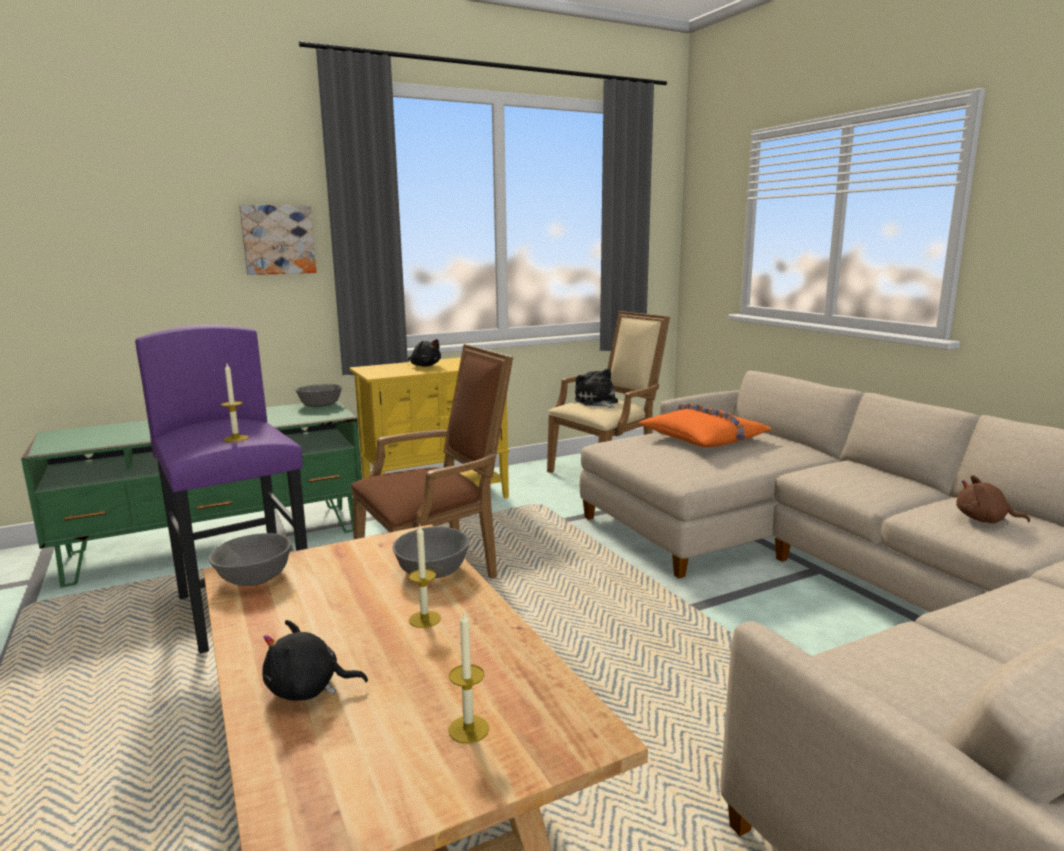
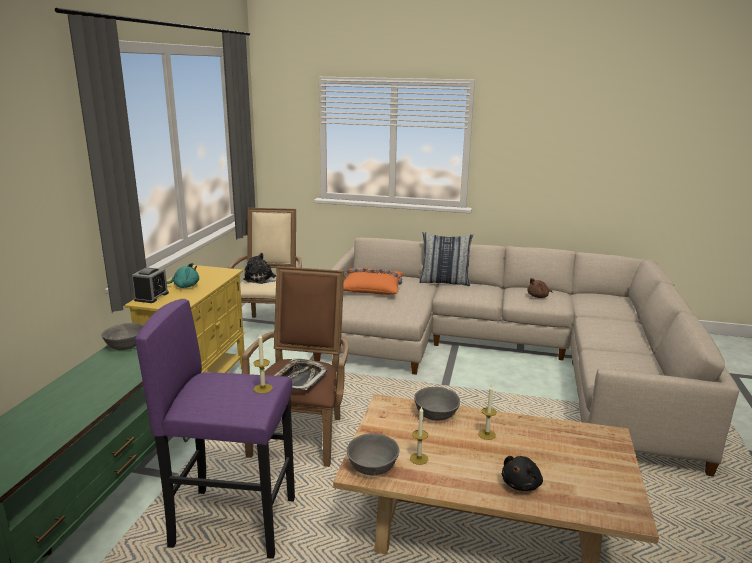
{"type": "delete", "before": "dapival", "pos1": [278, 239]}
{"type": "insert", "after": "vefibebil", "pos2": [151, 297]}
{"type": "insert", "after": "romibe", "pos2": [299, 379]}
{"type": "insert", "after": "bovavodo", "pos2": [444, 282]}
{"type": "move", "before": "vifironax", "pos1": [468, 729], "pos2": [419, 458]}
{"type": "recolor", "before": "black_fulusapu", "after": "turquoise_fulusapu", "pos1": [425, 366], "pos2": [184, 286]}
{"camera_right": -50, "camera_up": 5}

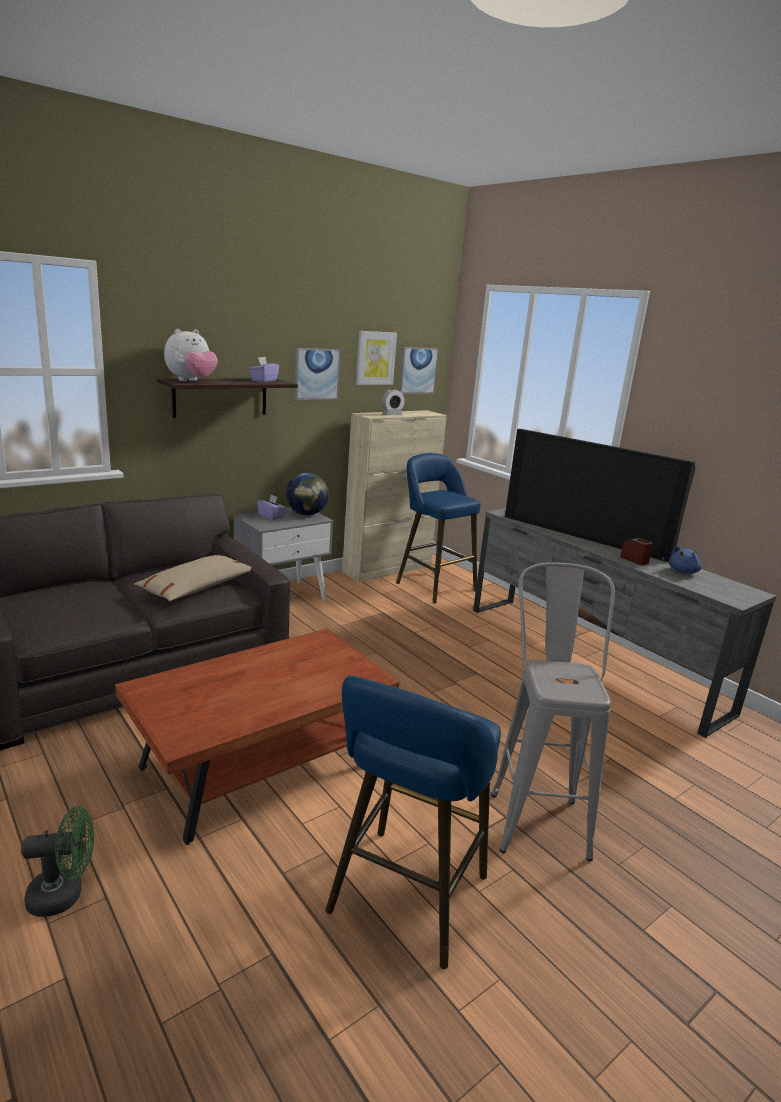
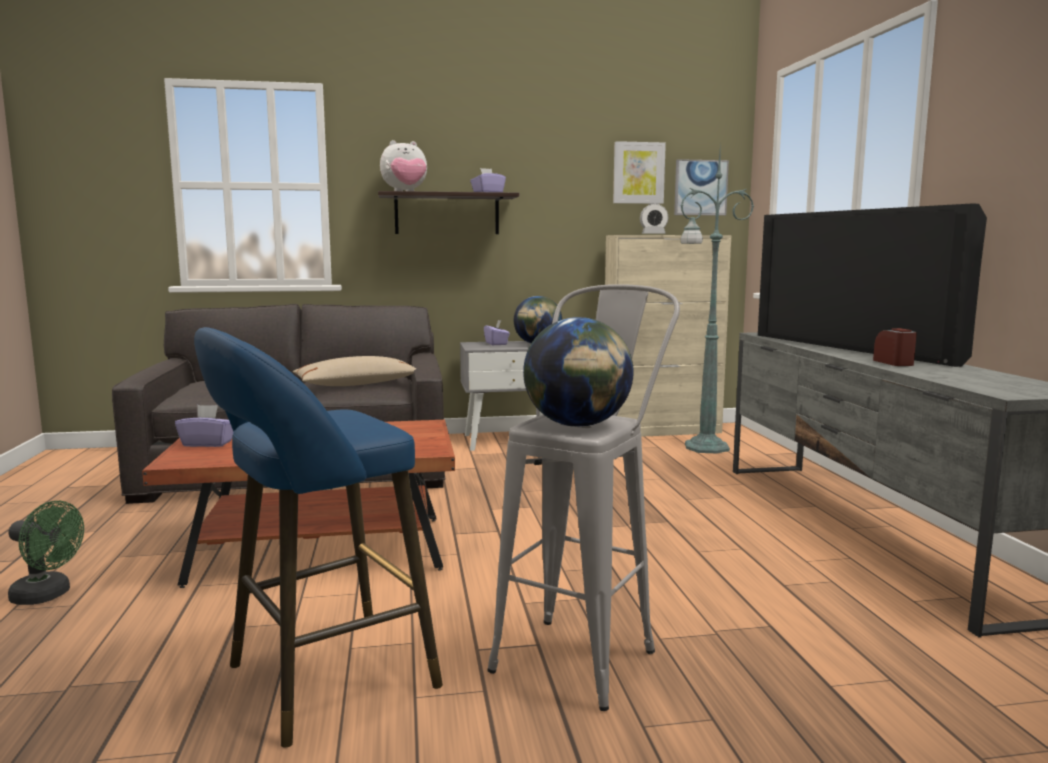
{"type": "delete", "before": "dapival", "pos1": [316, 374]}
{"type": "delete", "before": "blue_fulusapu", "pos1": [683, 571]}
{"type": "insert", "after": "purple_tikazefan", "pos2": [207, 443]}
{"type": "insert", "after": "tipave", "pos2": [578, 425]}
{"type": "replace", "before": "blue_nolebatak", "after": "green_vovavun", "pos1": [433, 585], "pos2": [704, 447]}
{"camera_right": 30, "camera_up": -10}

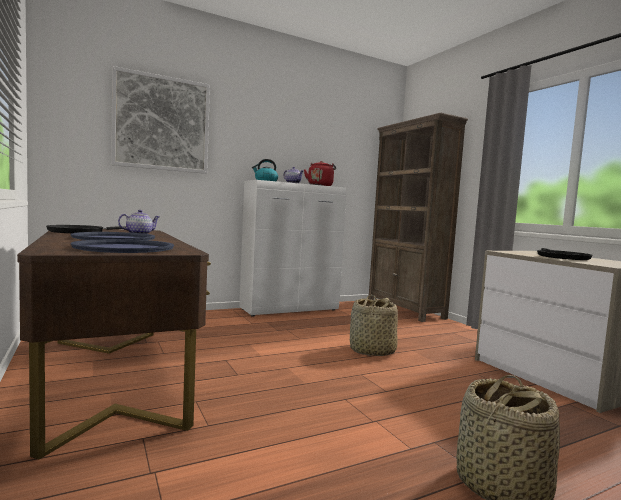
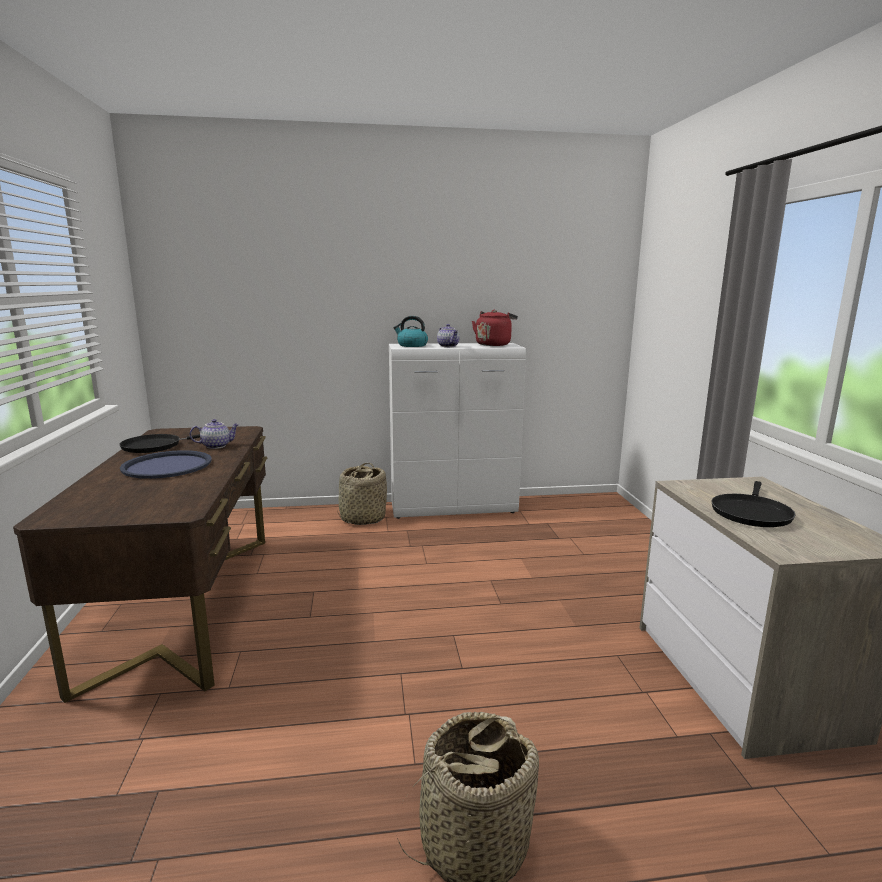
{"type": "delete", "before": "blue_romibe", "pos1": [124, 248]}
{"type": "delete", "before": "dapival", "pos1": [162, 123]}
{"type": "delete", "before": "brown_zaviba", "pos1": [405, 310]}
{"type": "move", "before": "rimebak", "pos1": [371, 351], "pos2": [362, 518]}
{"camera_right": 20, "camera_up": 10}

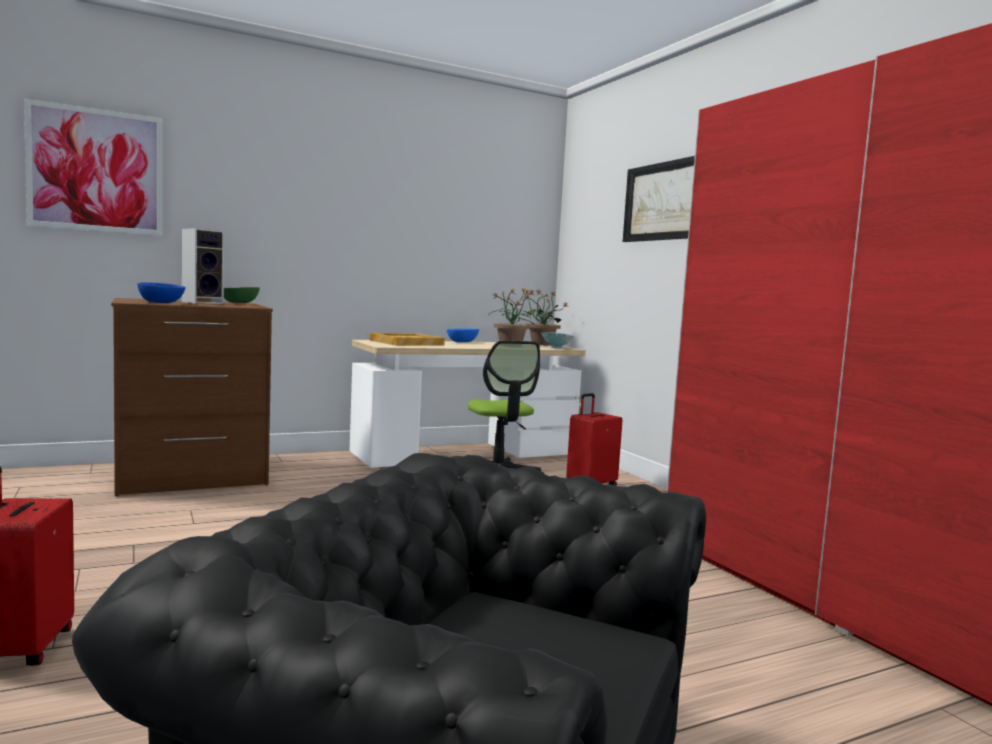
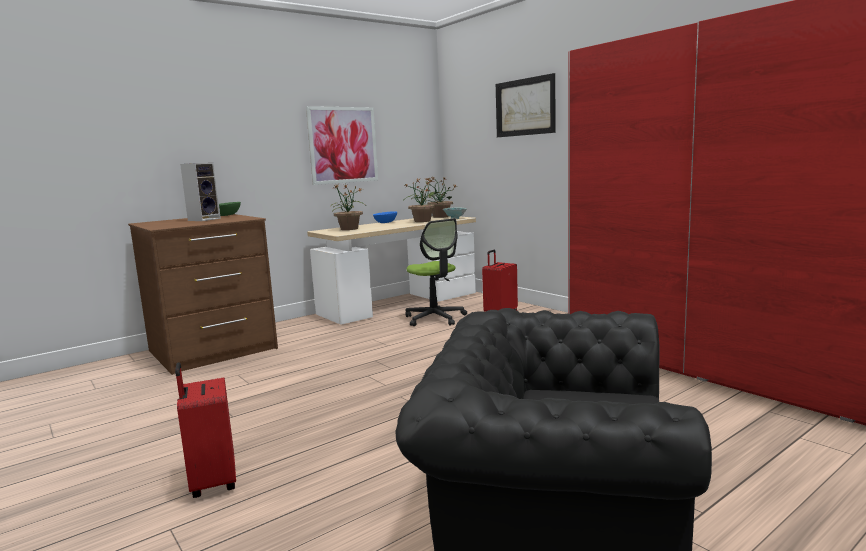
{"type": "delete", "before": "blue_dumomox", "pos1": [160, 302]}
{"type": "move", "before": "dapival", "pos1": [96, 170], "pos2": [343, 145]}
{"type": "replace", "before": "beige_romibe", "after": "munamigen", "pos1": [406, 342], "pos2": [349, 229]}
{"camera_right": -10, "camera_up": 5}

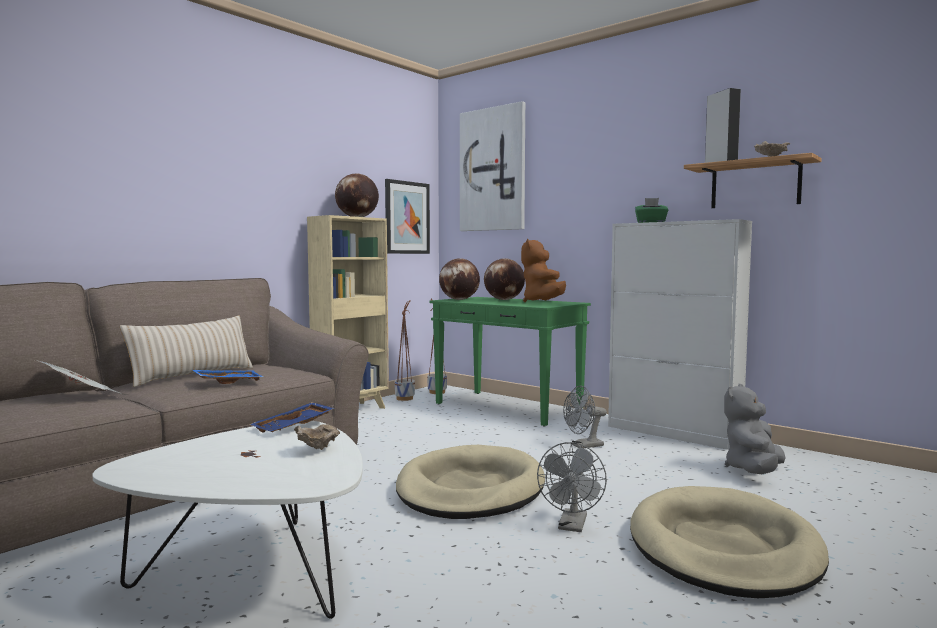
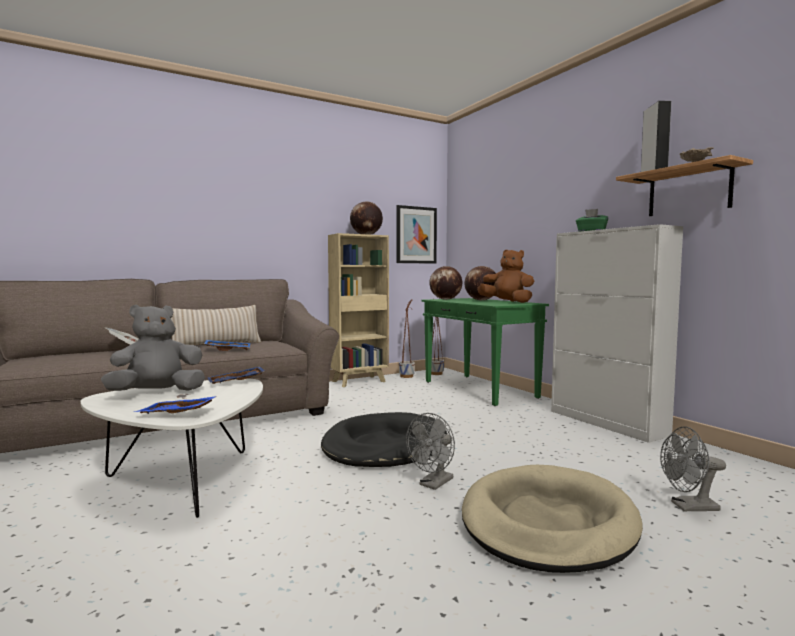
{"type": "delete", "before": "beige_dumomox", "pos1": [318, 450]}
{"type": "delete", "before": "dapival", "pos1": [493, 169]}
{"type": "insert", "after": "blue_romibe", "pos2": [176, 414]}
{"type": "move", "before": "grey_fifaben", "pos1": [583, 446], "pos2": [688, 507]}
{"type": "move", "before": "grey_fulusapu", "pos1": [753, 471], "pos2": [157, 393]}
{"type": "recolor", "before": "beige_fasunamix", "after": "black_fasunamix", "pos1": [470, 489], "pos2": [384, 446]}
{"type": "rotate", "before": "brown_fulusapu", "pos1": [542, 302], "pos2": [507, 302], "turn": 105}
{"camera_right": 20, "camera_up": 0}

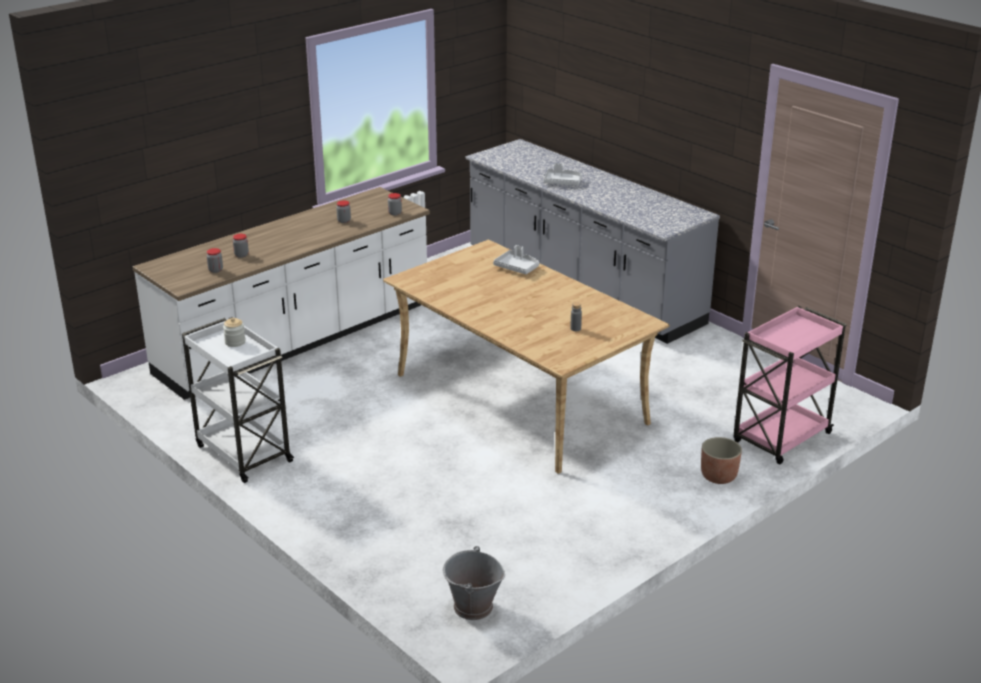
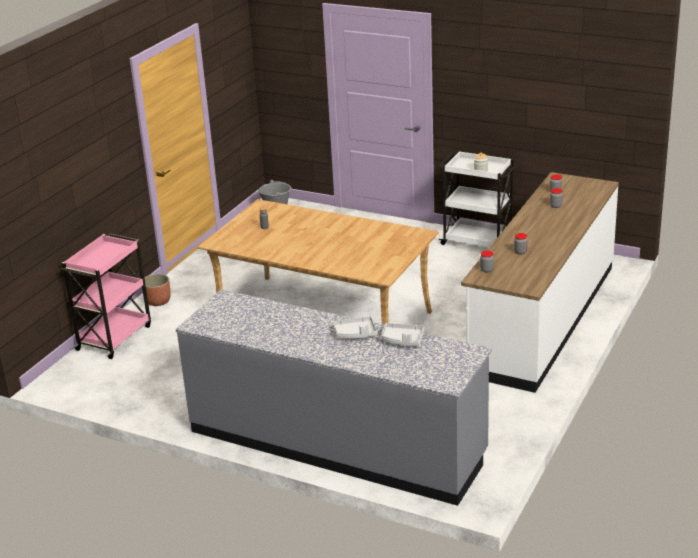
{"type": "move", "before": "grey_romibe", "pos1": [517, 267], "pos2": [402, 340]}
{"camera_right": 160, "camera_up": 0}

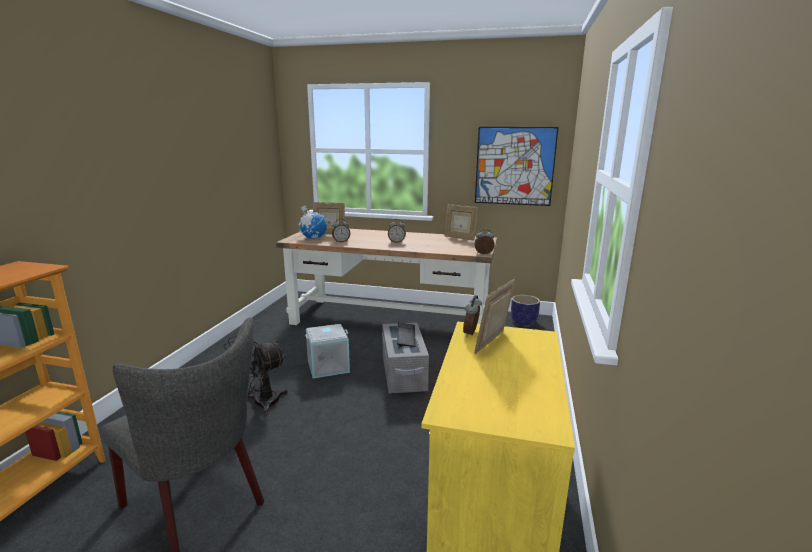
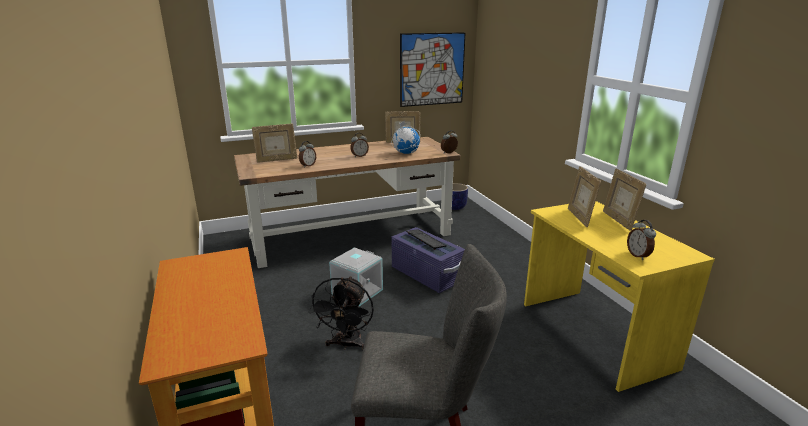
{"type": "insert", "after": "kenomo", "pos2": [618, 221]}
{"type": "move", "before": "tipave", "pos1": [313, 238], "pos2": [405, 153]}
{"type": "move", "before": "vefibebil", "pos1": [472, 333], "pos2": [638, 255]}
{"type": "recolor", "before": "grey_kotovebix", "after": "purple_kotovebix", "pos1": [404, 374], "pos2": [426, 275]}
{"camera_right": -35, "camera_up": 5}

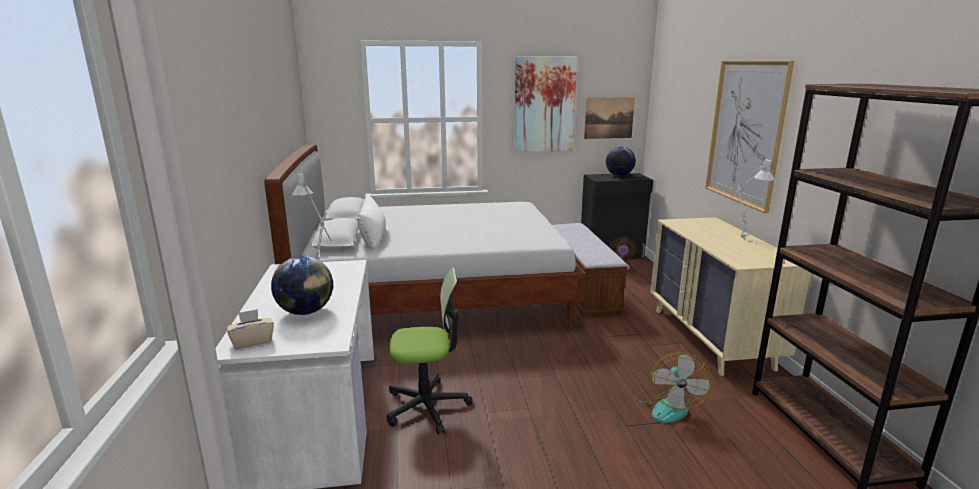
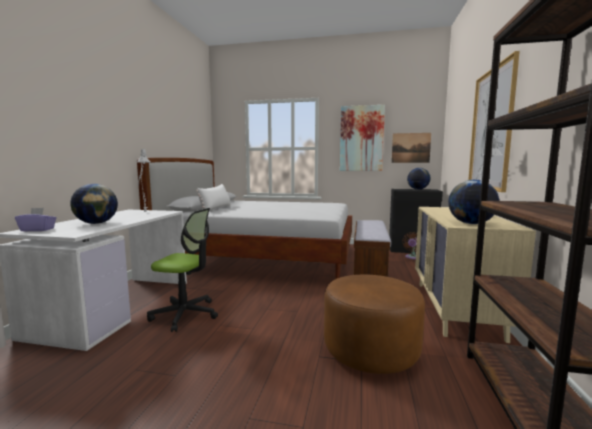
{"type": "insert", "after": "tipave", "pos2": [471, 223]}
{"type": "replace", "before": "fifaben", "after": "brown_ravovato", "pos1": [668, 406], "pos2": [371, 350]}
{"type": "recolor", "before": "beige_tikazefan", "after": "purple_tikazefan", "pos1": [252, 341], "pos2": [38, 230]}
{"camera_right": 20, "camera_up": -10}

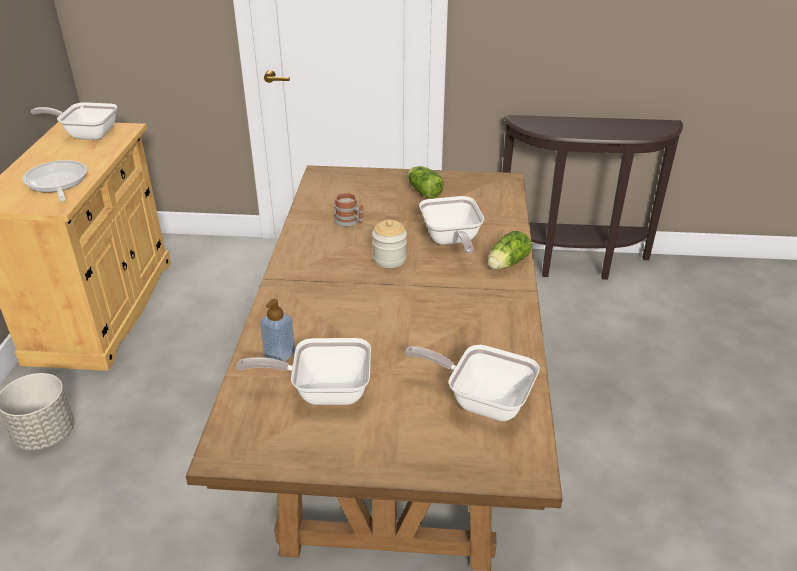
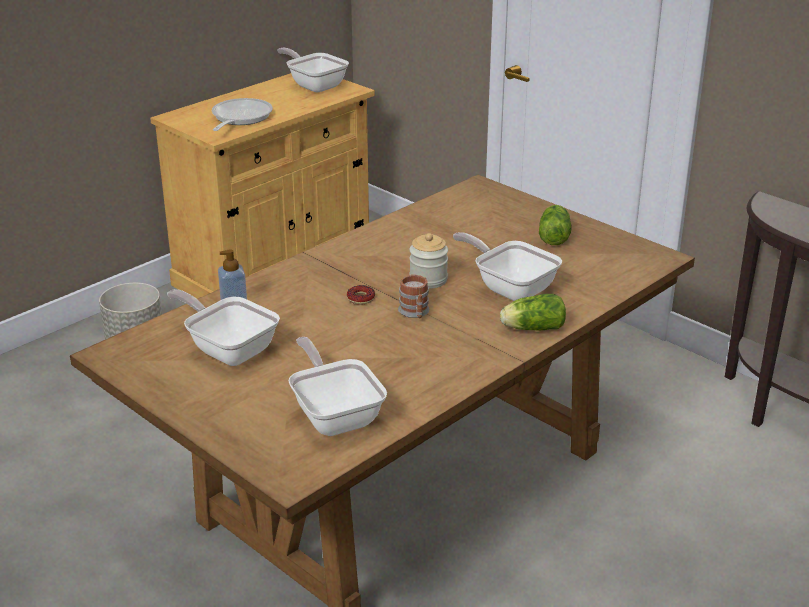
{"type": "insert", "after": "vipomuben", "pos2": [361, 298]}
{"type": "move", "before": "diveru", "pos1": [350, 222], "pos2": [415, 313]}
{"type": "rotate", "before": "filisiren", "pos1": [451, 241], "pos2": [510, 288], "turn": 105}
{"camera_right": 40, "camera_up": -5}

